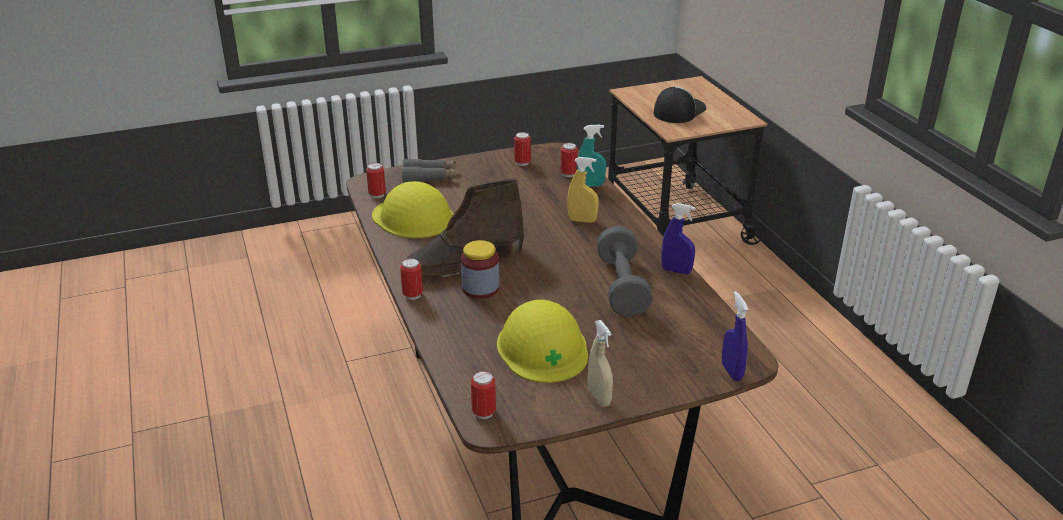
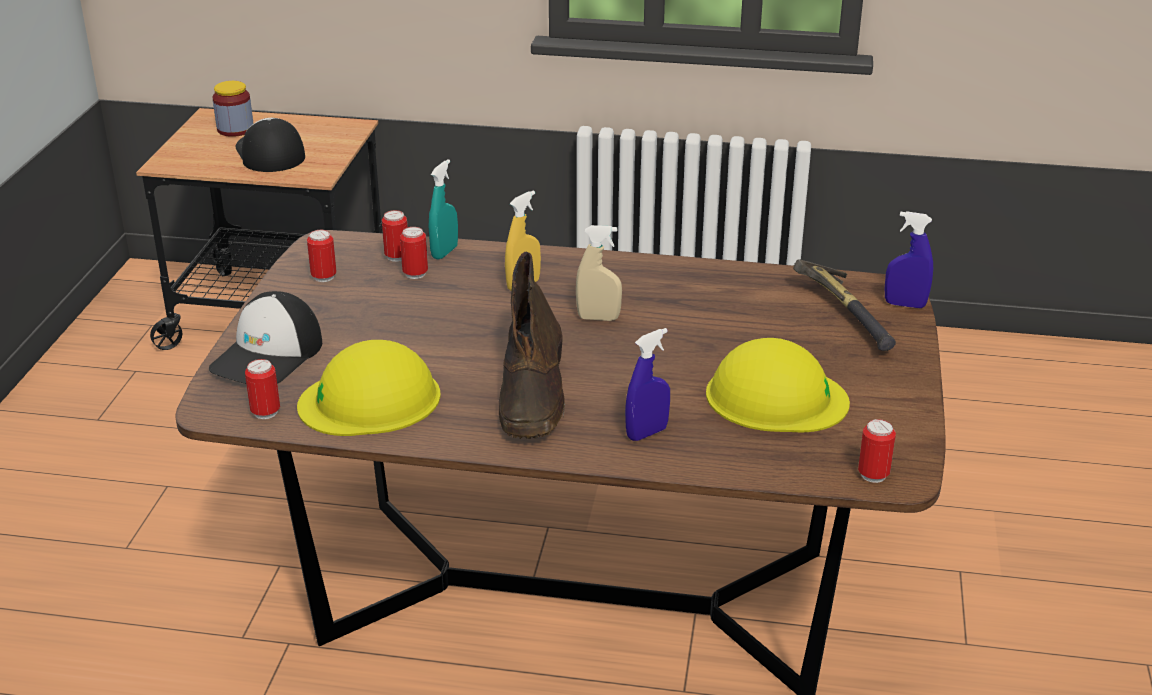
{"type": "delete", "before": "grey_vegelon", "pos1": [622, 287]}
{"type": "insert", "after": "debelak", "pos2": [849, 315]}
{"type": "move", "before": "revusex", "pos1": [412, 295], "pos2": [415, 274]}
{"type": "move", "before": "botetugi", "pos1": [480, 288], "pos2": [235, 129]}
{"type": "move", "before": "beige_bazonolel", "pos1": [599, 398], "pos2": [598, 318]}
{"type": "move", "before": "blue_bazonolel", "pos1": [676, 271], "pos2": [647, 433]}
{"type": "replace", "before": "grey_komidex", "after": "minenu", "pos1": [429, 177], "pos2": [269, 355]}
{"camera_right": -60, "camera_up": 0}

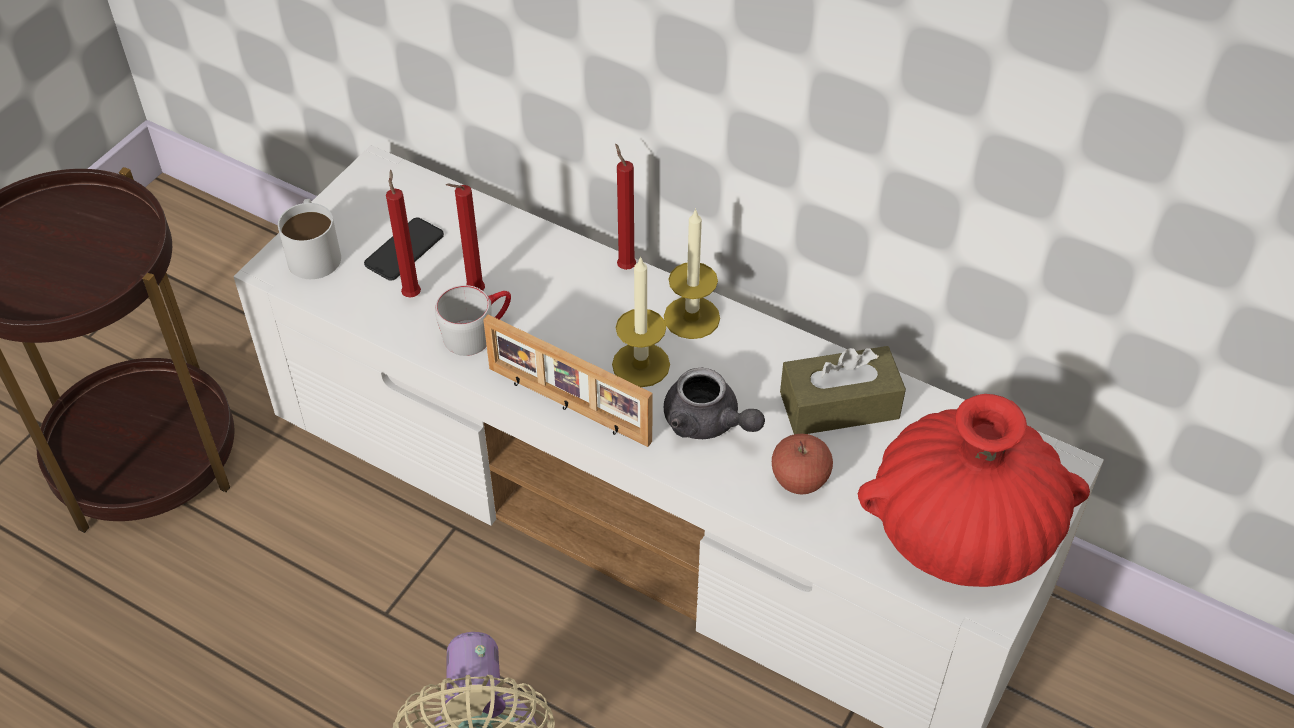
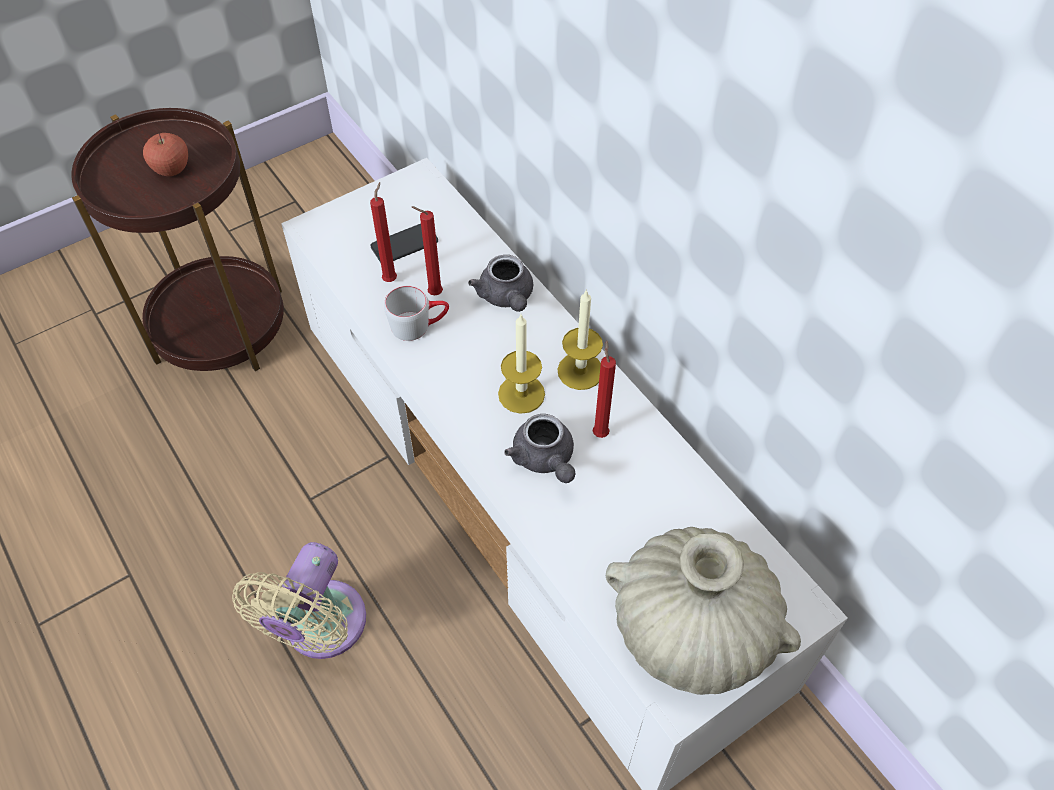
{"type": "delete", "before": "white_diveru", "pos1": [314, 251]}
{"type": "delete", "before": "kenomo", "pos1": [567, 406]}
{"type": "delete", "before": "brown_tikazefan", "pos1": [839, 405]}
{"type": "insert", "after": "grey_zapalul", "pos2": [506, 297]}
{"type": "move", "before": "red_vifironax", "pos1": [625, 266], "pos2": [600, 432]}
{"type": "move", "before": "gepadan", "pos1": [799, 481], "pos2": [172, 169]}
{"type": "recolor", "before": "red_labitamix", "after": "beige_labitamix", "pos1": [962, 534], "pos2": [692, 632]}
{"camera_right": 25, "camera_up": 5}

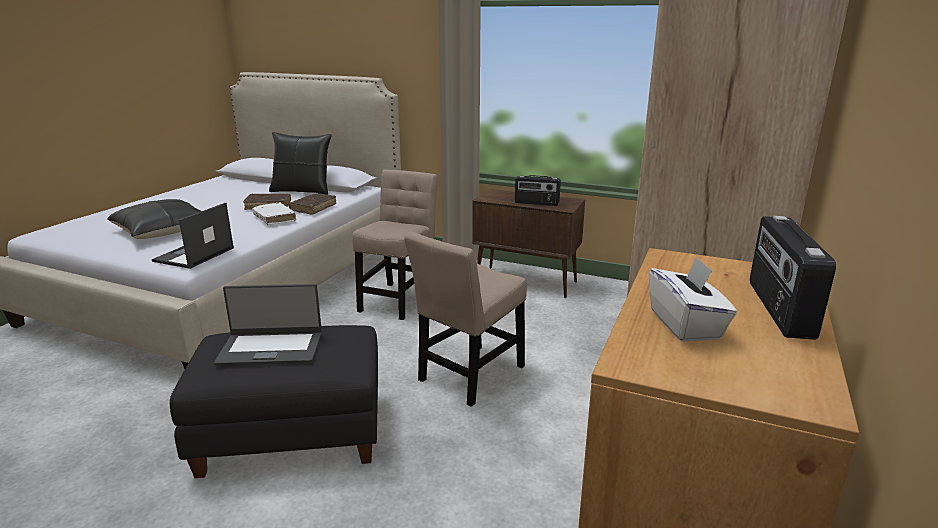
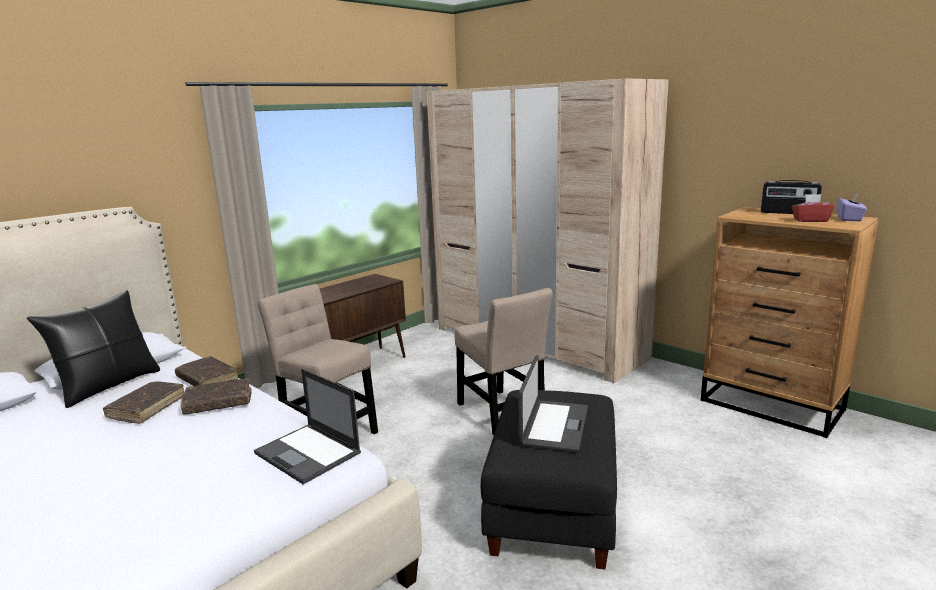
{"type": "delete", "before": "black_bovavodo", "pos1": [163, 231]}
{"type": "delete", "before": "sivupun", "pos1": [536, 203]}
{"type": "insert", "after": "purple_tikazefan", "pos2": [849, 219]}
{"type": "recolor", "before": "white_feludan", "after": "brown_feludan", "pos1": [274, 219], "pos2": [218, 403]}
{"type": "recolor", "before": "white_tikazefan", "after": "red_tikazefan", "pos1": [686, 325], "pos2": [810, 220]}
{"camera_right": -70, "camera_up": -5}

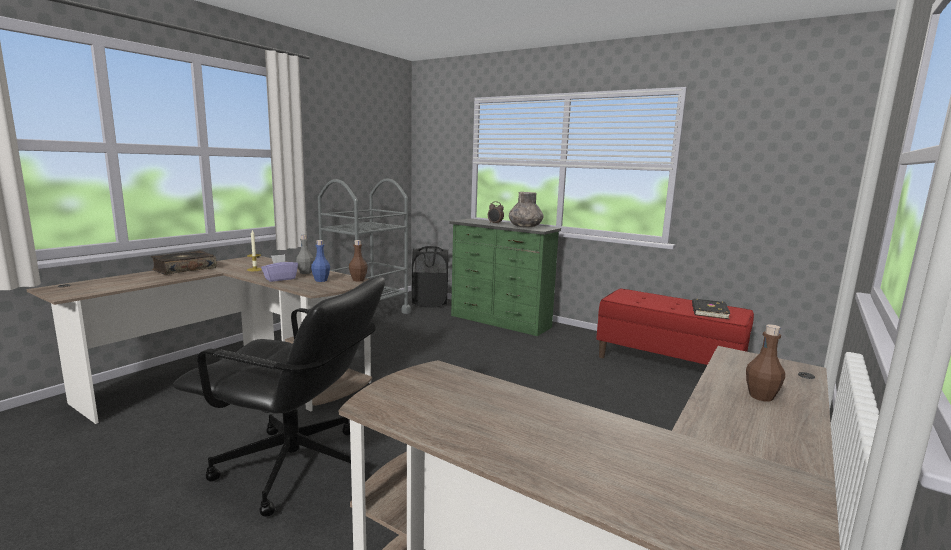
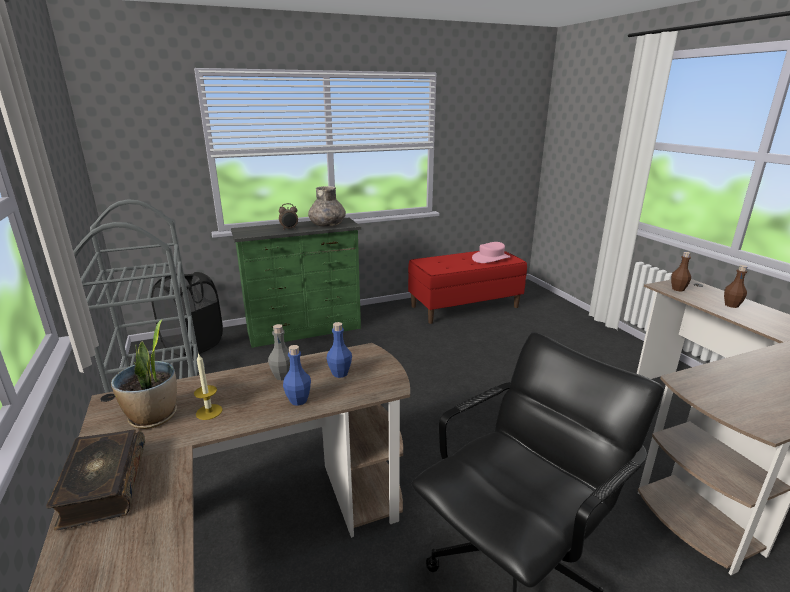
{"type": "insert", "after": "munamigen", "pos2": [154, 417]}
{"type": "move", "before": "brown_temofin", "pos1": [358, 280], "pos2": [678, 289]}
{"type": "replace", "before": "purple_tikazefan", "after": "blue_temofin", "pos1": [280, 279], "pos2": [298, 400]}
{"type": "replace", "before": "black_feludan", "after": "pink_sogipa", "pos1": [708, 311], "pos2": [491, 258]}
{"camera_right": -55, "camera_up": 10}

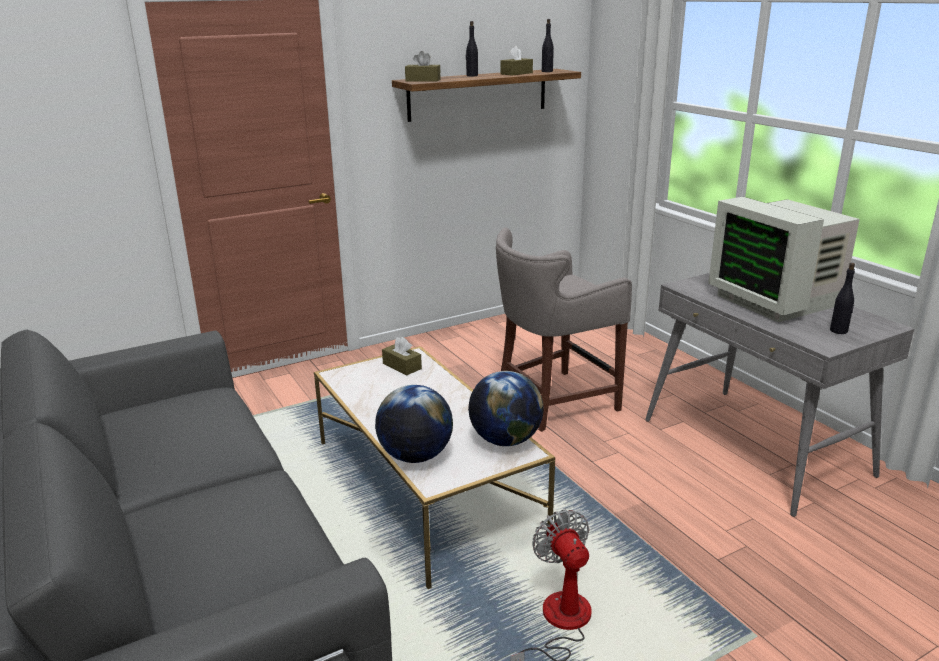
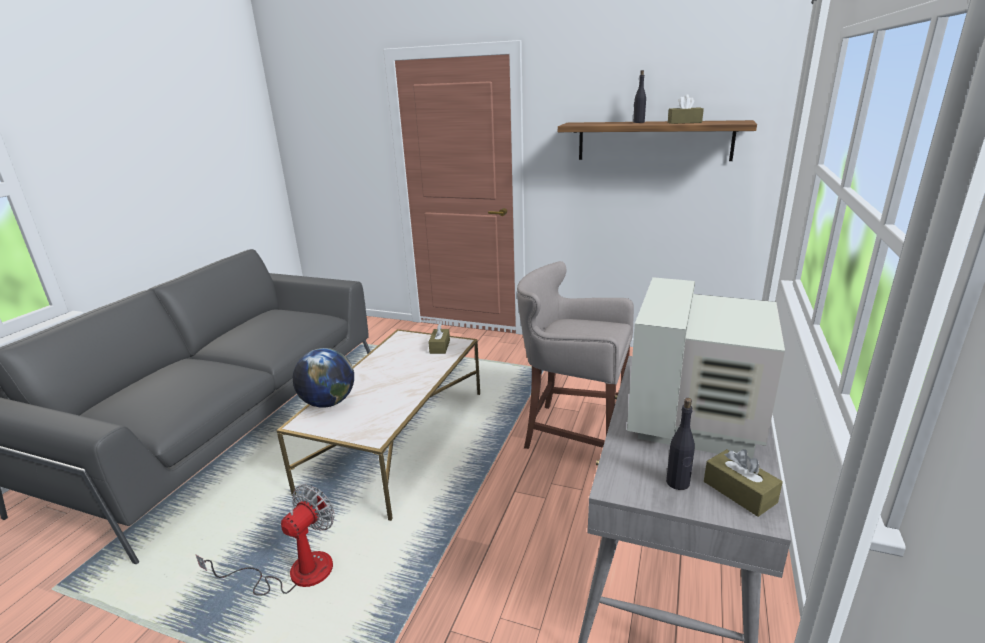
{"type": "delete", "before": "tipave", "pos1": [505, 440]}
{"type": "delete", "before": "black_temofin", "pos1": [547, 71]}
{"type": "move", "before": "brown_tikazefan", "pos1": [423, 80], "pos2": [739, 492]}
{"camera_right": 50, "camera_up": 0}

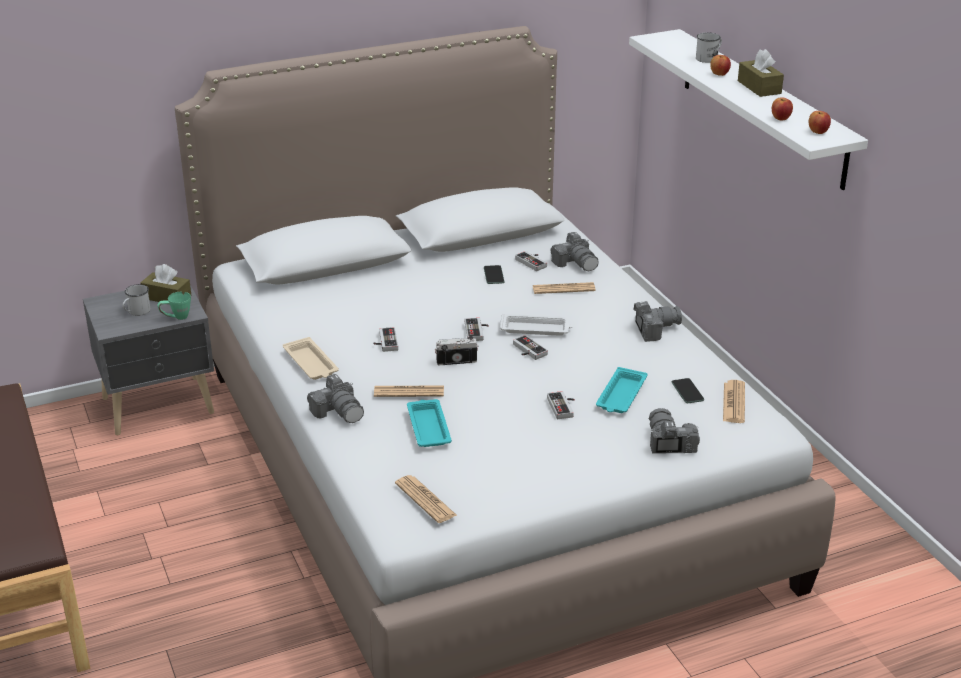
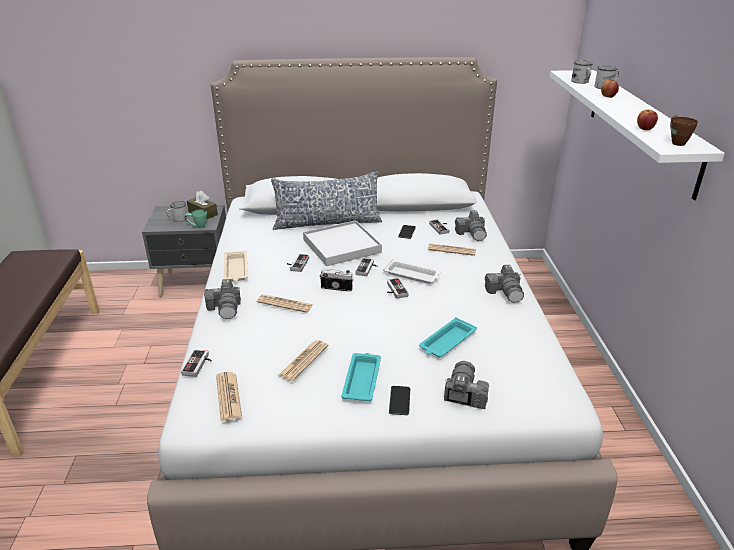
{"type": "delete", "before": "brown_tikazefan", "pos1": [759, 87]}
{"type": "insert", "after": "bovavodo", "pos2": [327, 222]}
{"type": "insert", "after": "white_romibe", "pos2": [341, 246]}
{"type": "insert", "after": "white_diveru", "pos2": [581, 82]}
{"type": "move", "before": "turquoise_romibe", "pos1": [428, 427], "pos2": [362, 379]}
{"type": "move", "before": "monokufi", "pos1": [564, 407], "pos2": [199, 365]}
{"type": "move", "before": "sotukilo", "pos1": [687, 391], "pos2": [399, 401]}
{"type": "move", "before": "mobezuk", "pos1": [734, 402], "pos2": [303, 361]}
{"type": "replace", "before": "gepadan", "after": "brown_diveru", "pos1": [818, 132], "pos2": [676, 141]}
{"type": "rotate", "before": "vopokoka", "pos1": [654, 328], "pos2": [505, 292], "turn": 75}
{"camera_right": 20, "camera_up": 0}

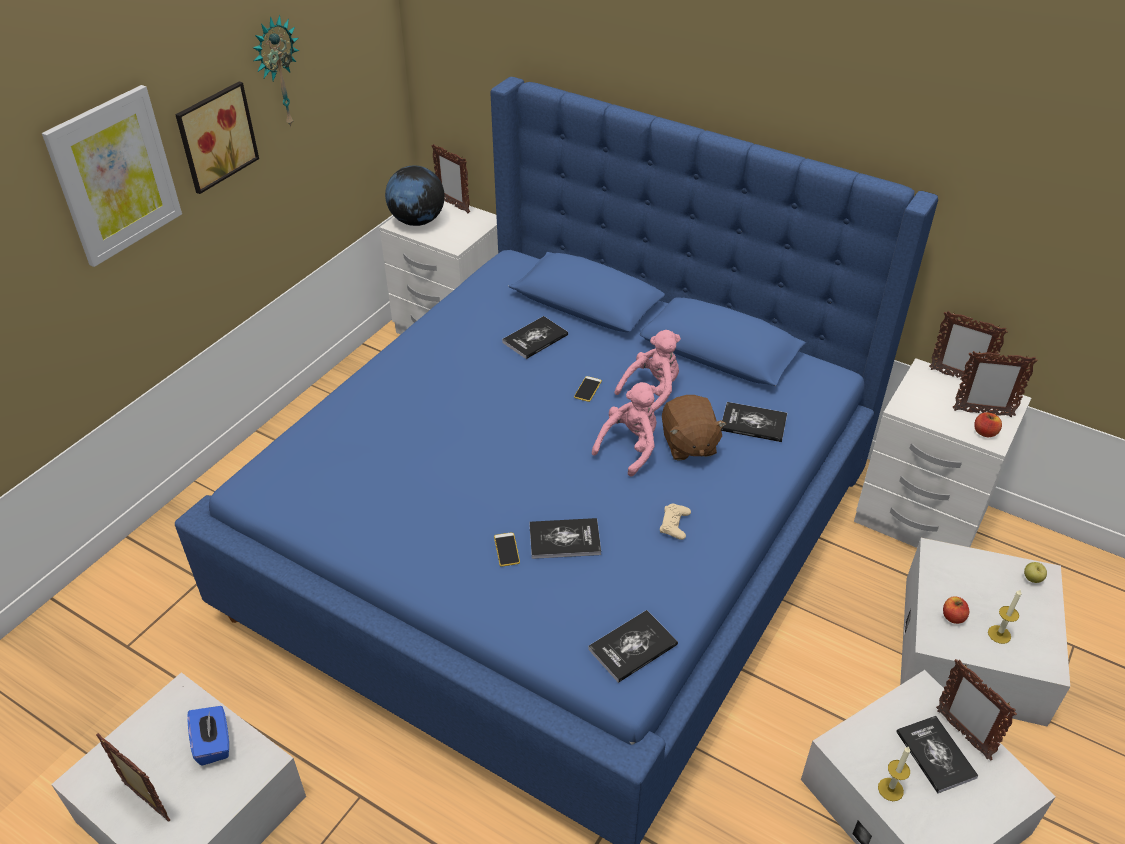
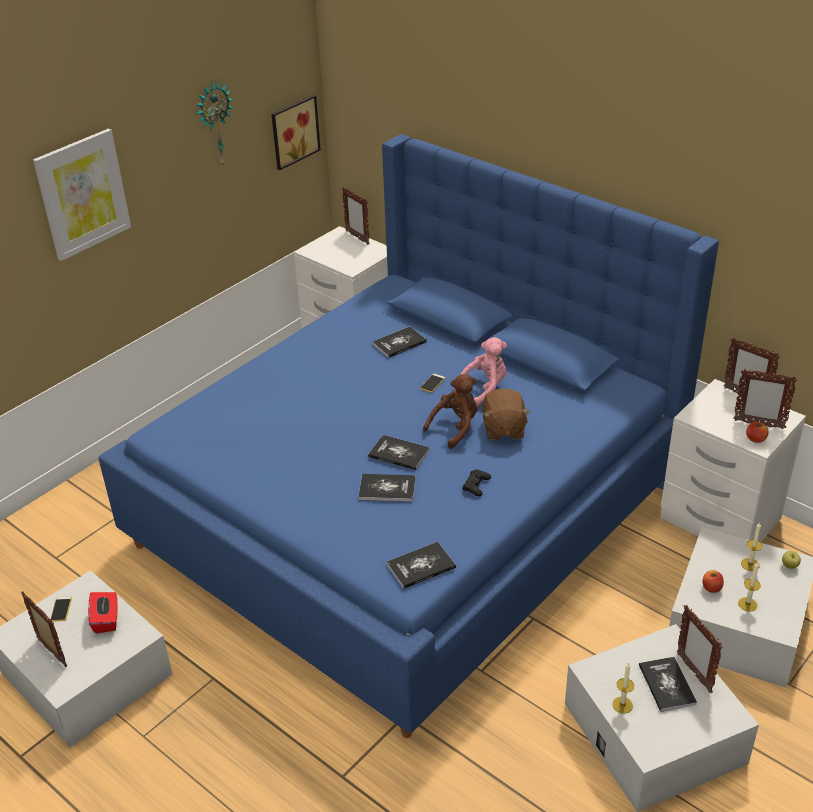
{"type": "delete", "before": "tipave", "pos1": [417, 221]}
{"type": "insert", "after": "vifironax", "pos2": [750, 564]}
{"type": "move", "before": "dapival", "pos1": [214, 136], "pos2": [293, 131]}
{"type": "move", "before": "sotukilo", "pos1": [506, 549], "pos2": [61, 609]}
{"type": "move", "before": "feludan", "pos1": [753, 423], "pos2": [399, 453]}
{"type": "recolor", "before": "blue_tikazefan", "after": "red_tikazefan", "pos1": [213, 744], "pos2": [106, 620]}
{"type": "recolor", "before": "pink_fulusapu", "after": "brown_fulusapu", "pos1": [630, 447], "pos2": [455, 428]}
{"type": "recolor", "before": "beige_monokufi", "after": "black_monokufi", "pos1": [674, 524], "pos2": [476, 485]}
{"camera_right": 10, "camera_up": -5}

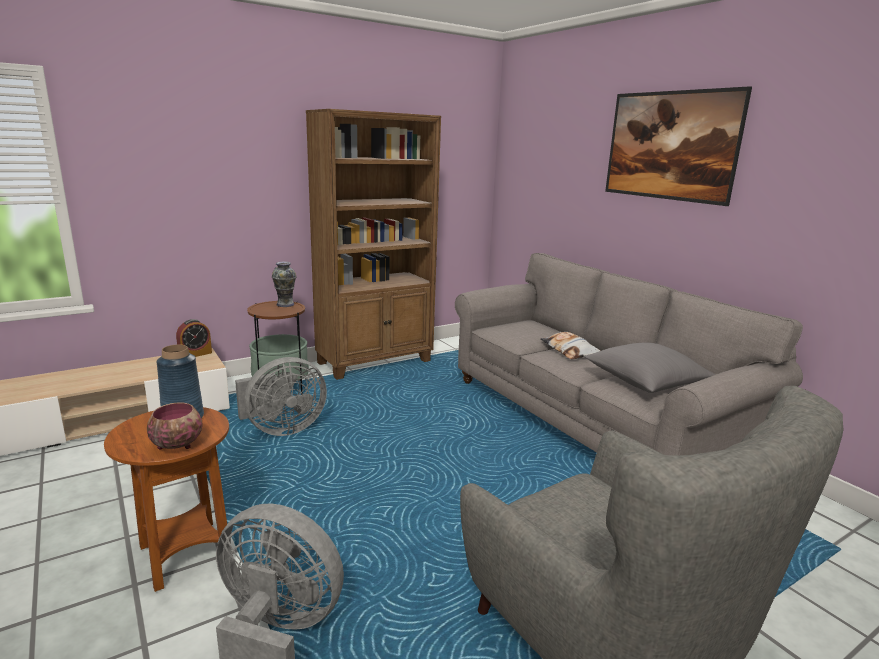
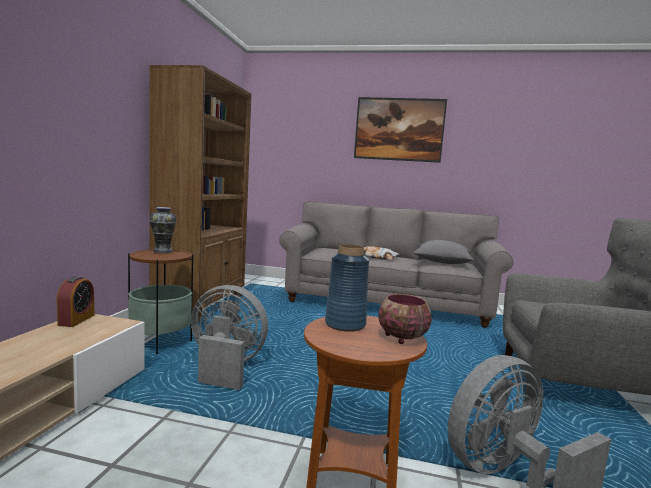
{"type": "rotate", "before": "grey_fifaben", "pos1": [282, 429], "pos2": [226, 367], "turn": -90}
{"camera_right": -45, "camera_up": -10}

